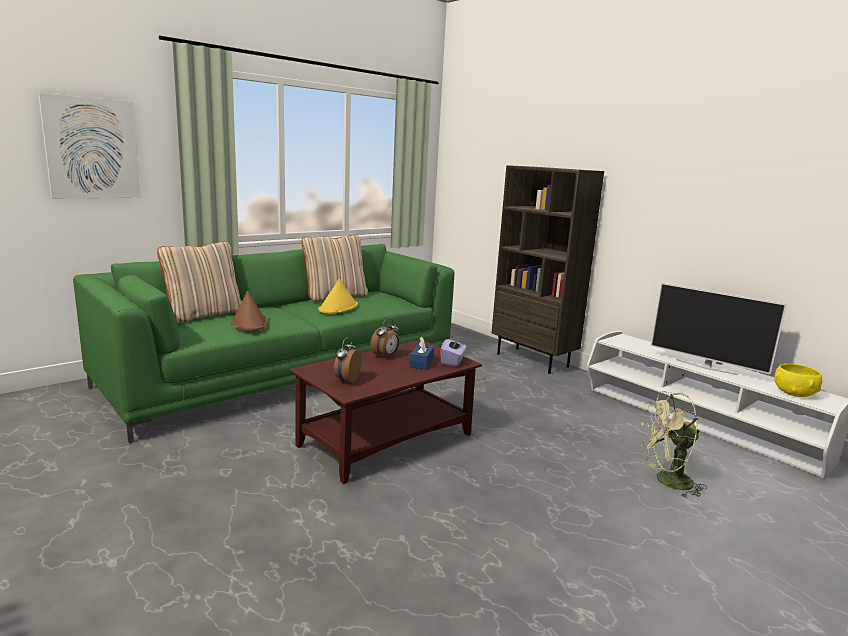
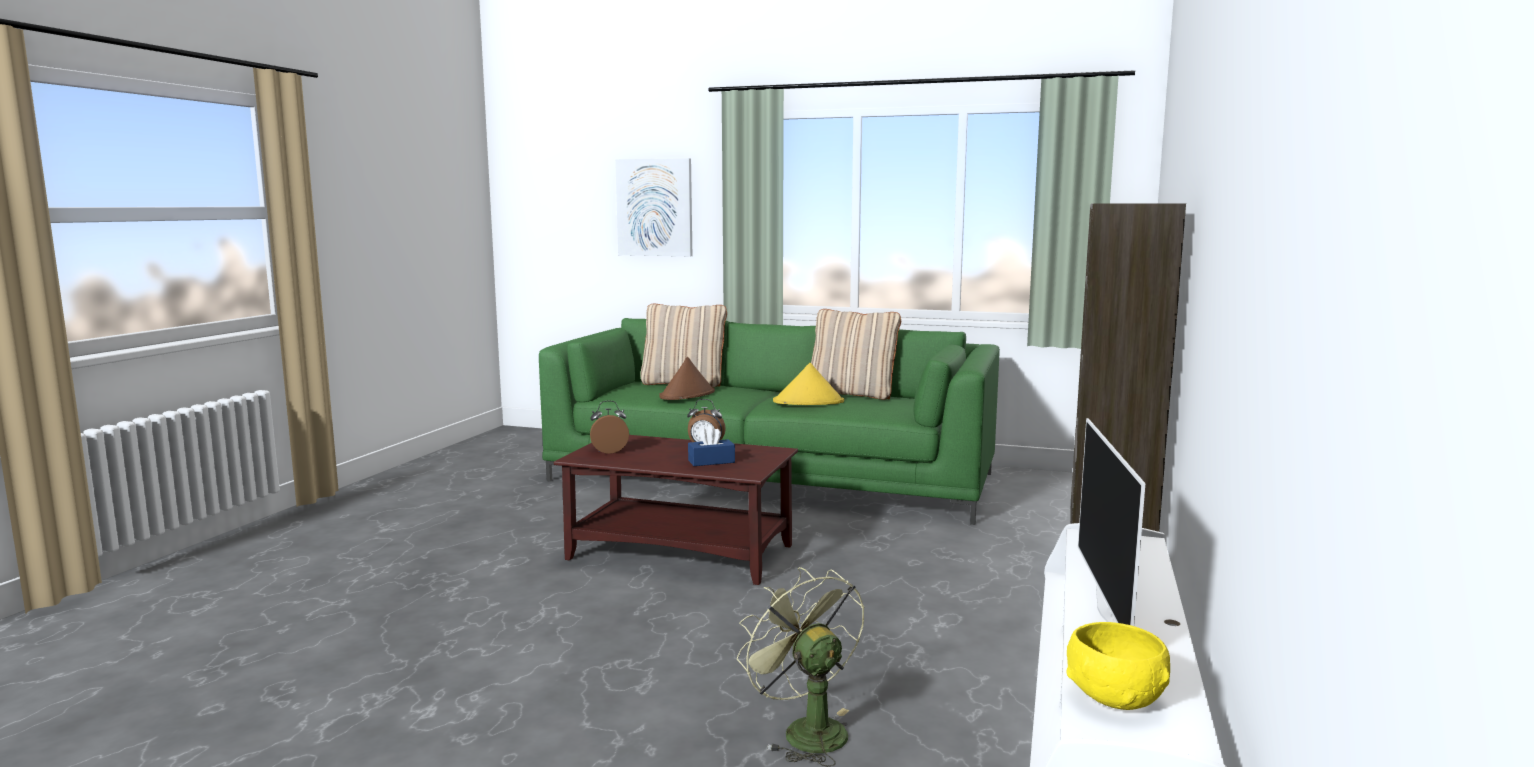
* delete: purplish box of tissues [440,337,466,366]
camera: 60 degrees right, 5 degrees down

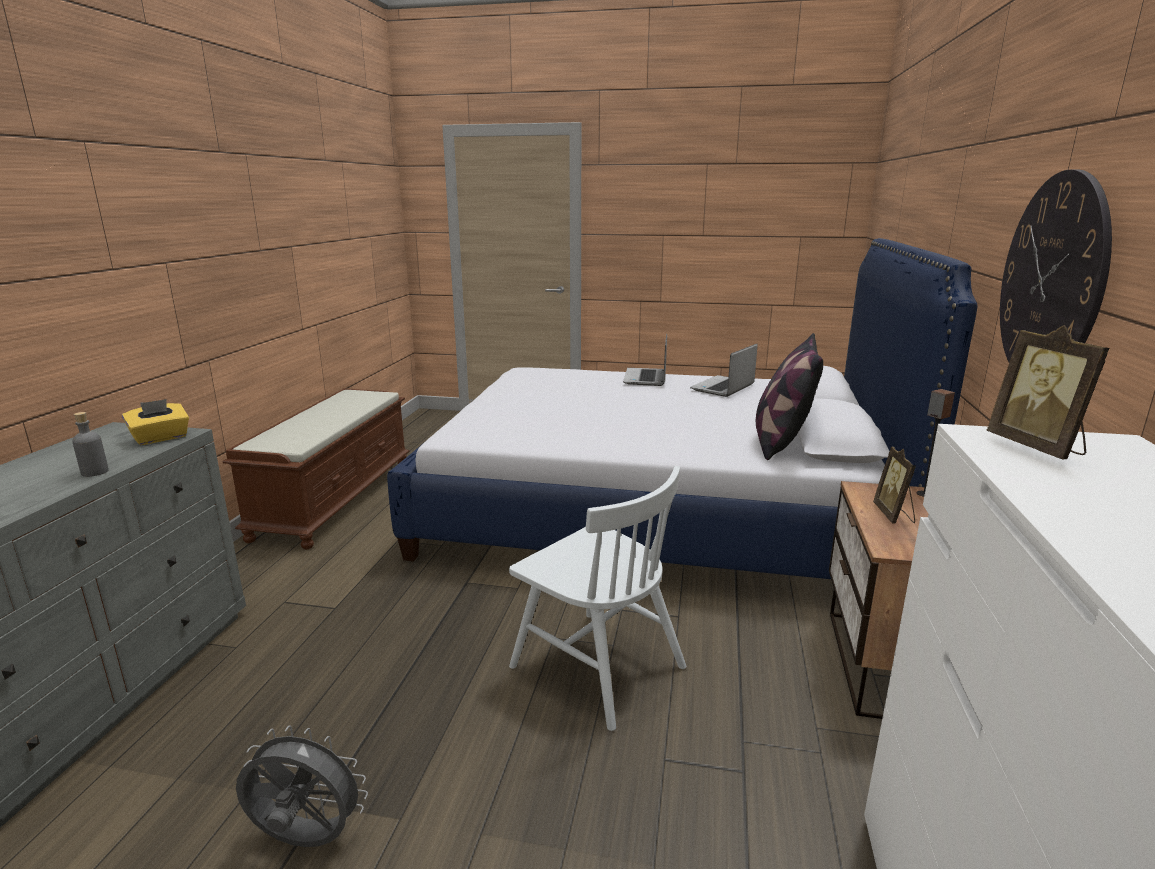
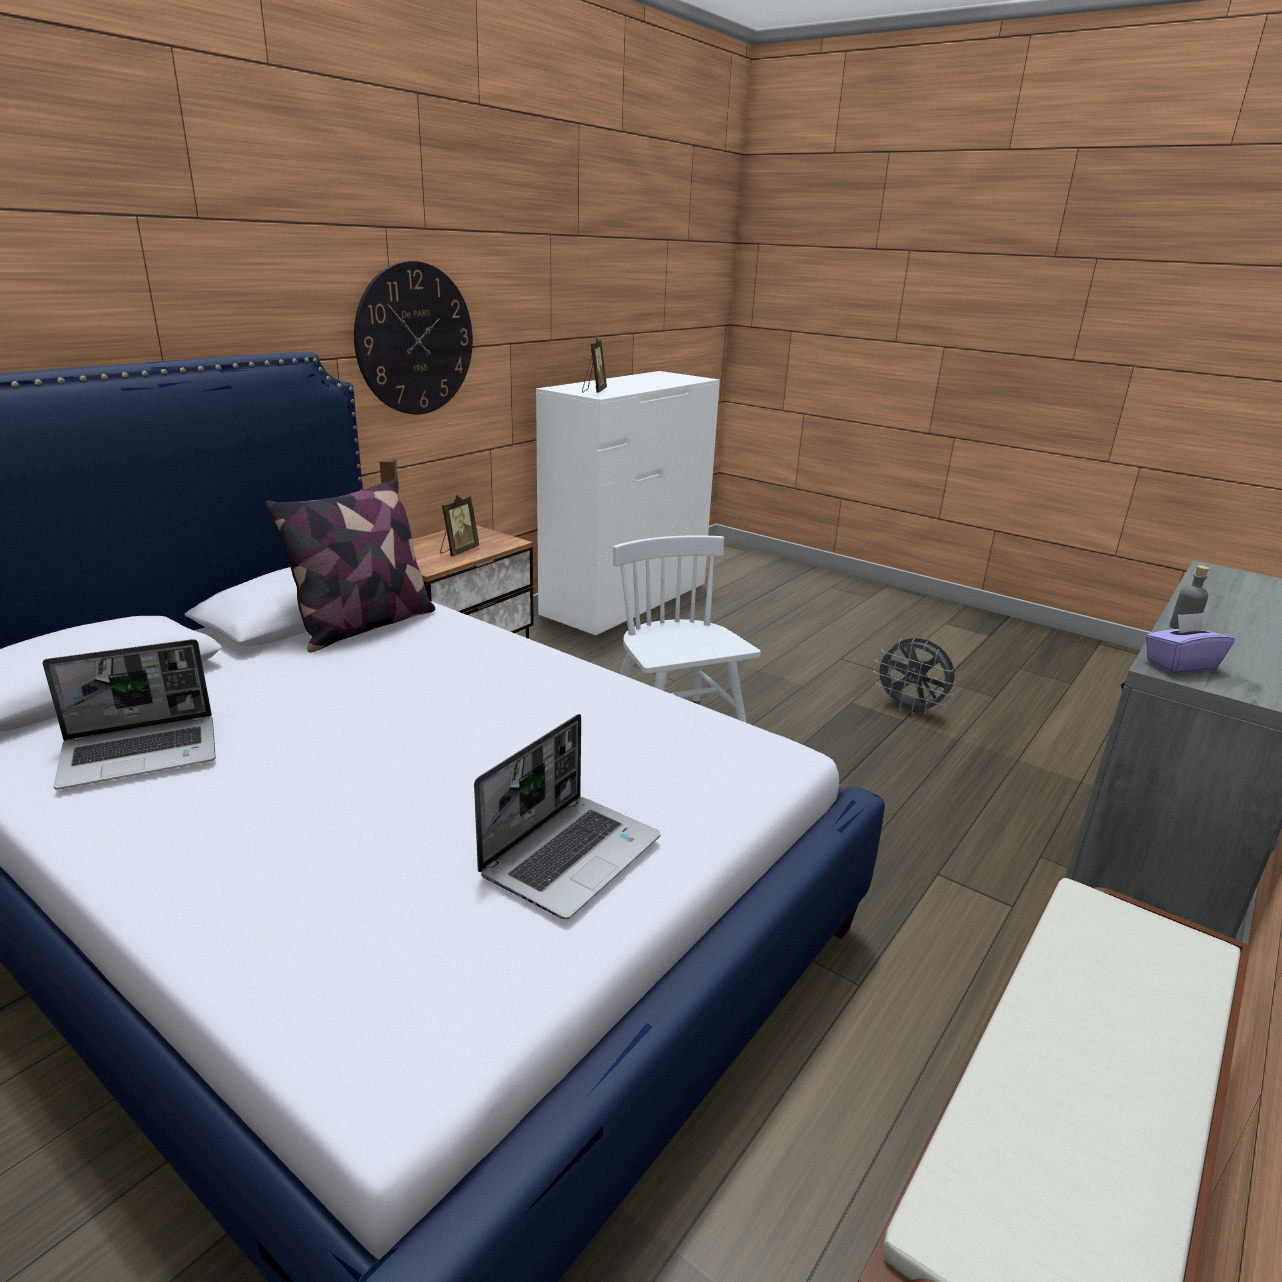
* move: laptop [623,333,667,386] to [474,714,661,919]
* recolor: yellow-coloured box of tissues [122,399,189,445] to purplish box of tissues [1145,613,1235,674]
camera: 155 degrees left, 5 degrees up

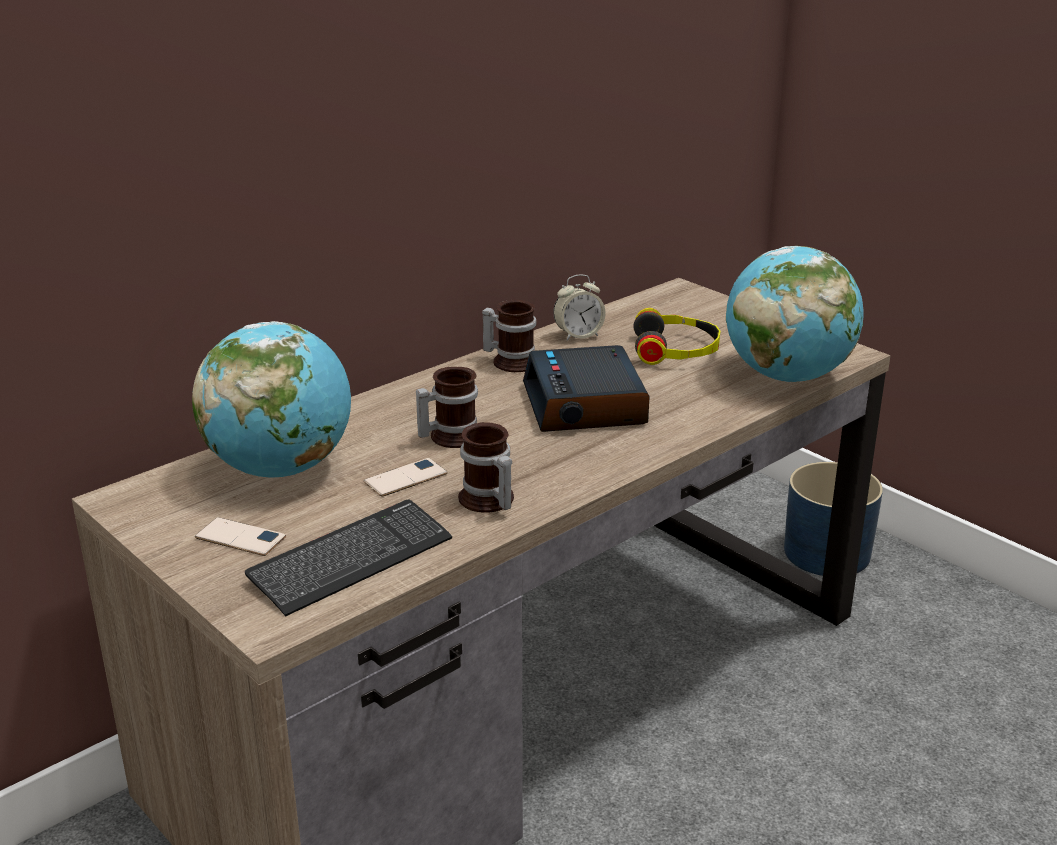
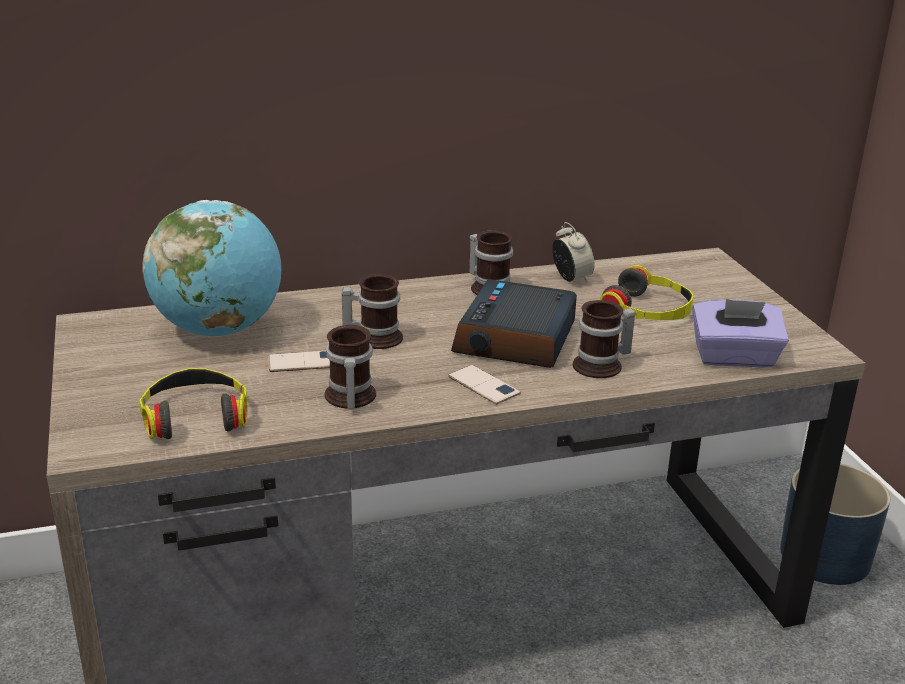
* replace: computer keyboard [245,499,452,616] to headphones [139,368,247,439]
* move: telephone [195,517,286,556] to [448,365,520,404]
* rotate: alarm clock [553,274,606,341] = [552,222,595,283] 120 degrees counterclockwise
* insert: tea mug [573,300,636,378]
* replace: world globe [726,246,864,382] to purplish box of tissues [692,299,789,368]
camera: 25 degrees right, 0 degrees up

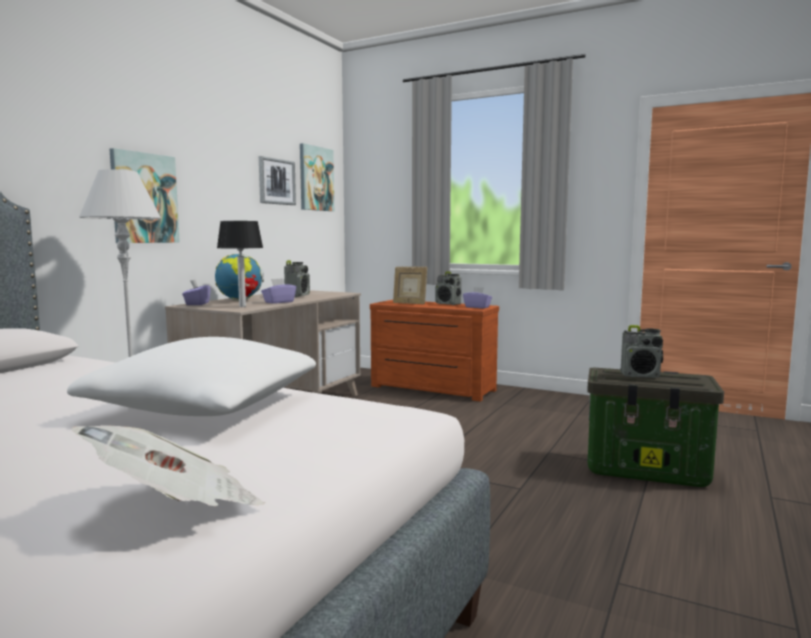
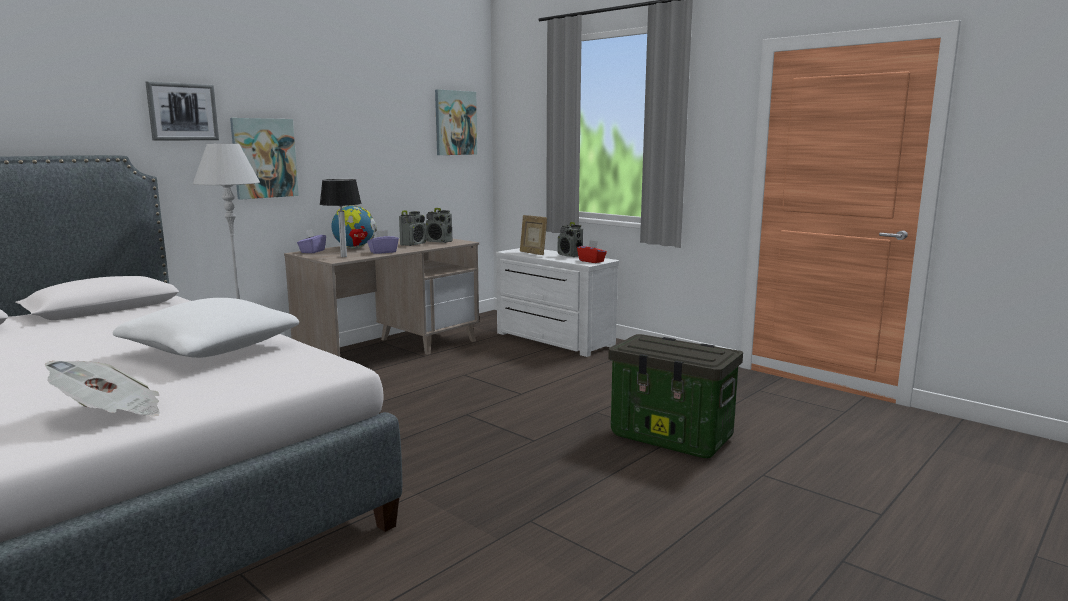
* move: wall art [259,156,296,205] to [146,81,219,140]
* move: radio [620,325,663,378] to [425,208,452,243]
* recolor: brownish dresser [370,300,499,401] to white-coloured dresser [496,248,619,357]
* recolor: purplish box of tissues [463,287,492,308] to red-coloured box of tissues [577,240,607,263]
camera: 15 degrees right, 5 degrees up

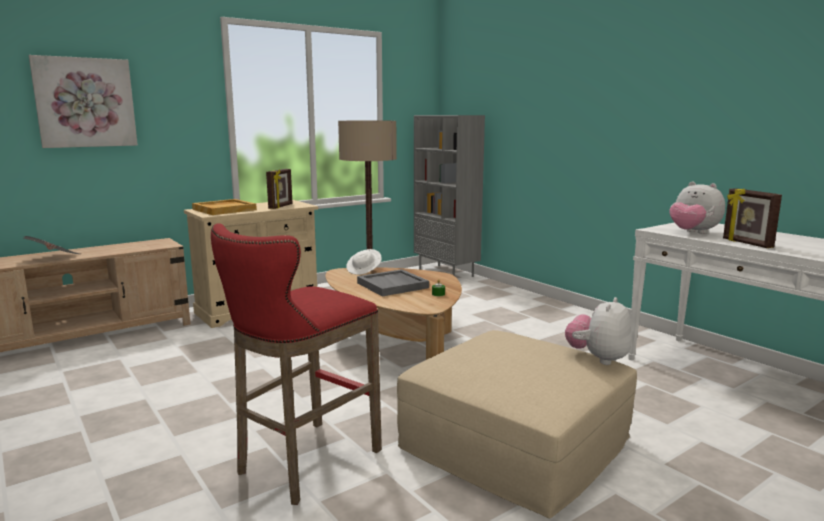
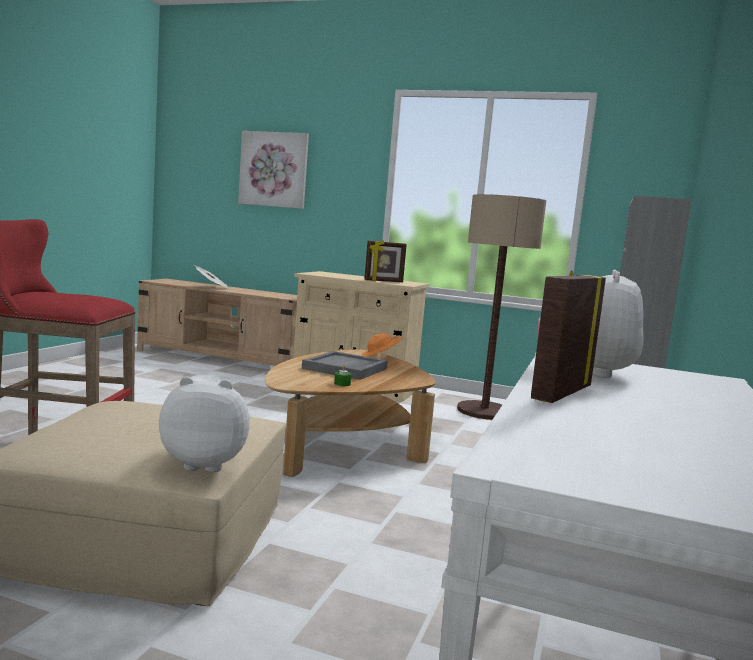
* recolor: white-coloured wearable hat [346,249,382,275] to orange-coloured wearable hat [362,334,401,357]
* delete: beige tray [192,199,257,215]
camera: 55 degrees right, 5 degrees down

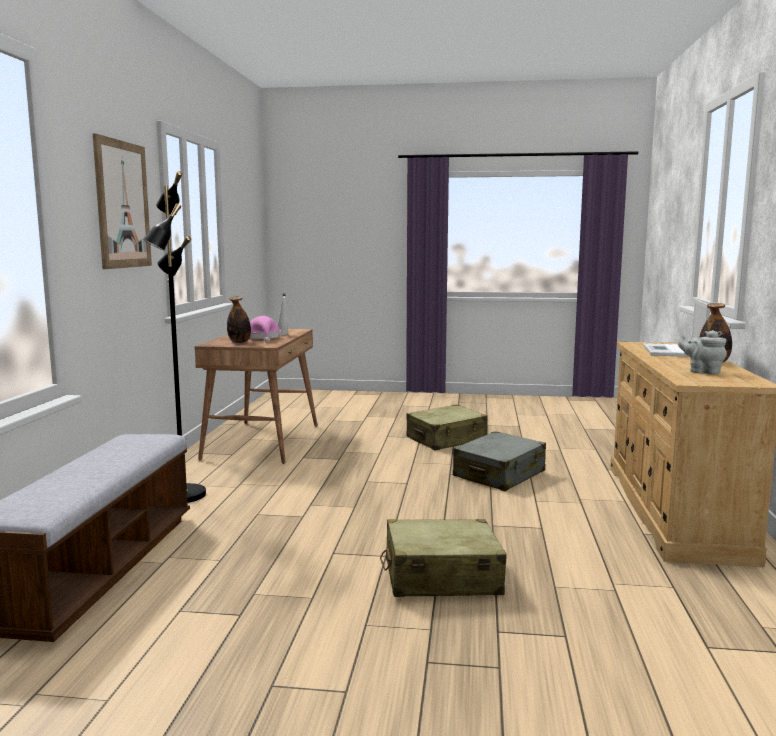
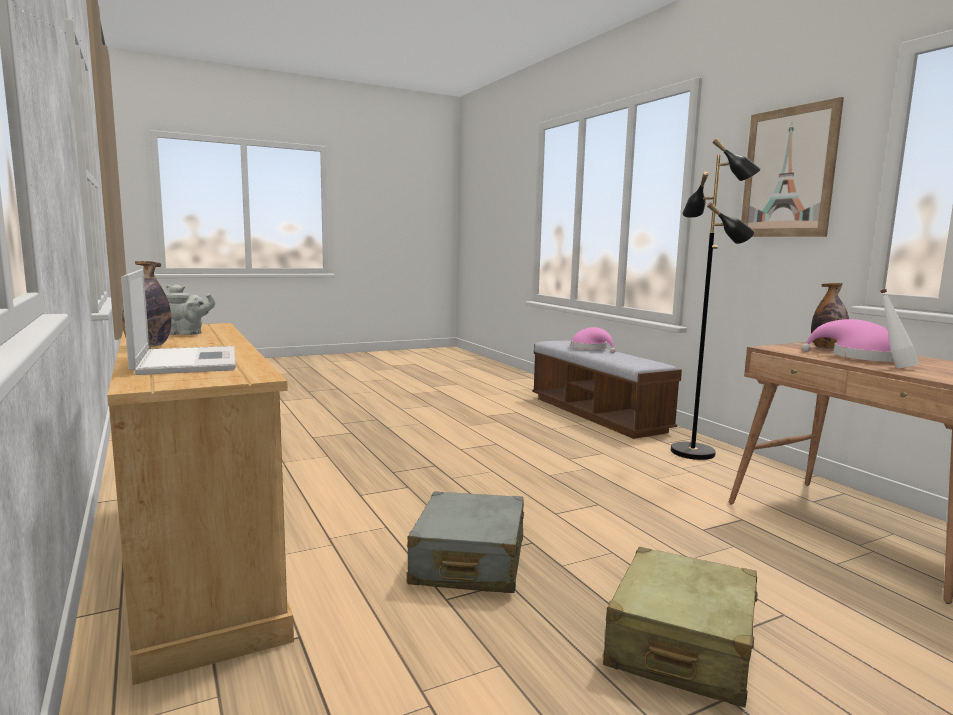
* insert: pink wearable hat [571,327,616,353]
* delete: beige travel case [380,519,507,597]
camera: 145 degrees right, 0 degrees up

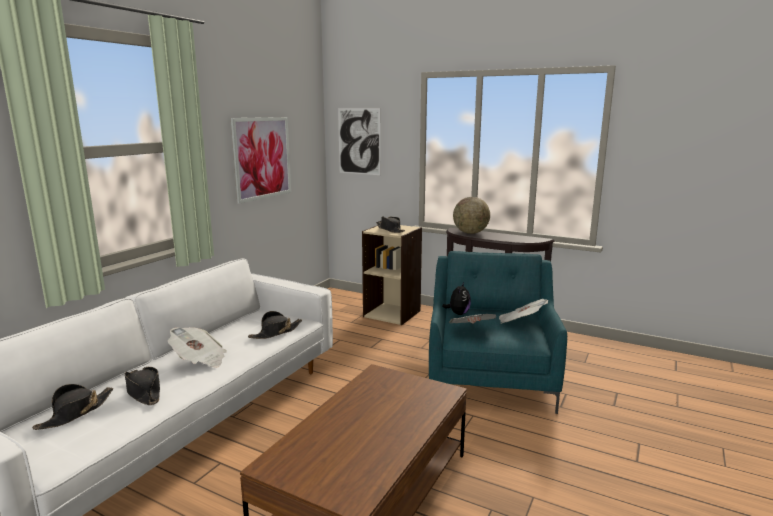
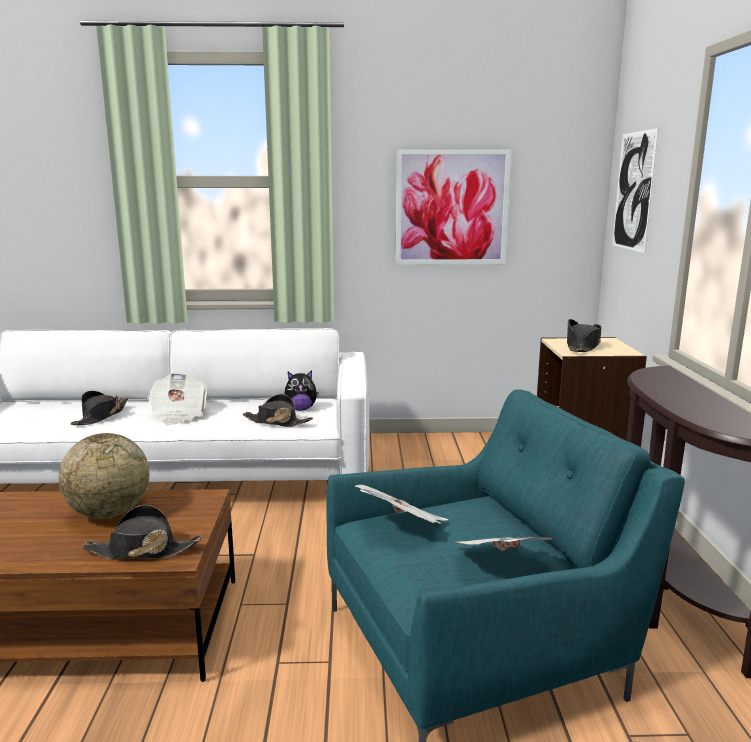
* move: world globe [453,197,490,234] to [59,433,149,519]
* move: black-coloured wearable hat [32,384,113,430] to [82,505,202,559]
* move: cuddly toy [442,282,471,315] to [285,371,319,410]
camera: 60 degrees right, 0 degrees up

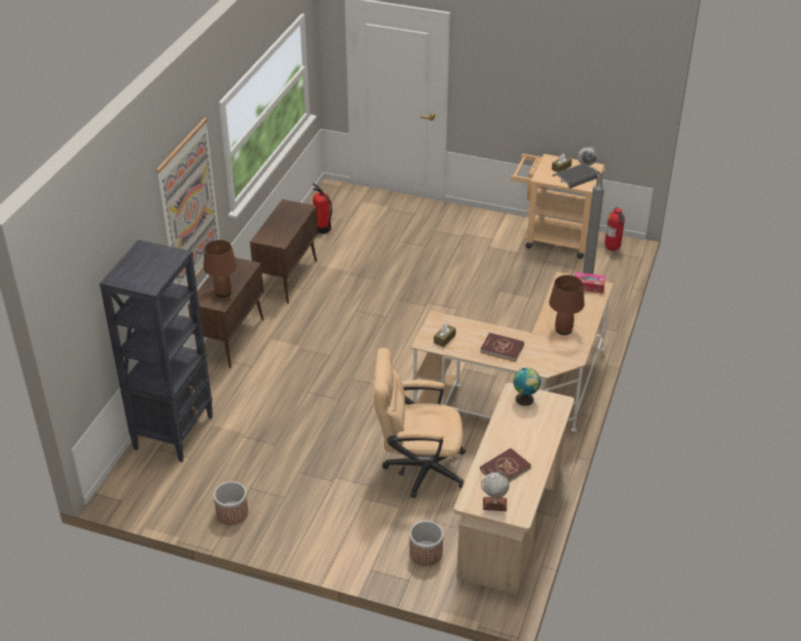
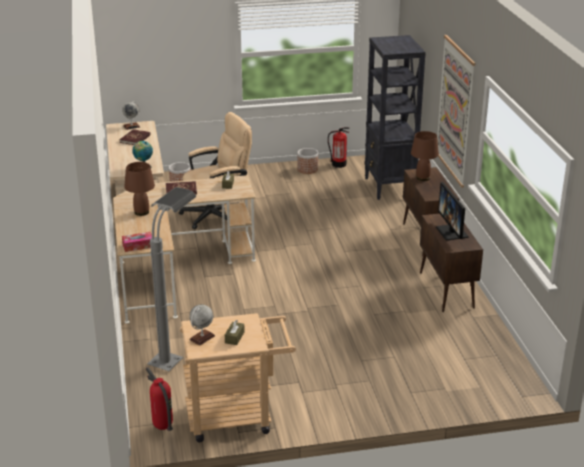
* move: fire-fighting cylinder [313,183,332,234] to [328,127,349,168]
* insert: monitor [436,182,469,240]
camera: 150 degrees right, 10 degrees down

